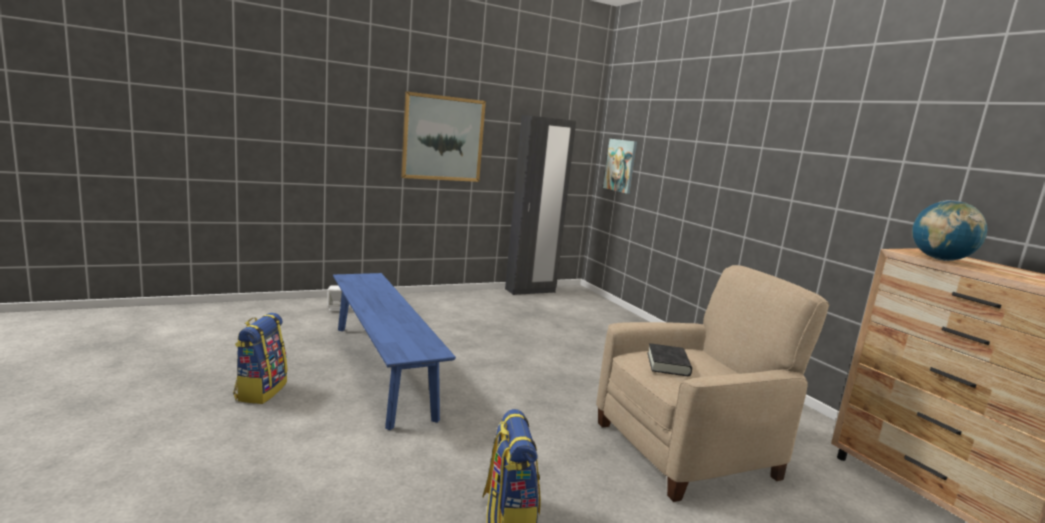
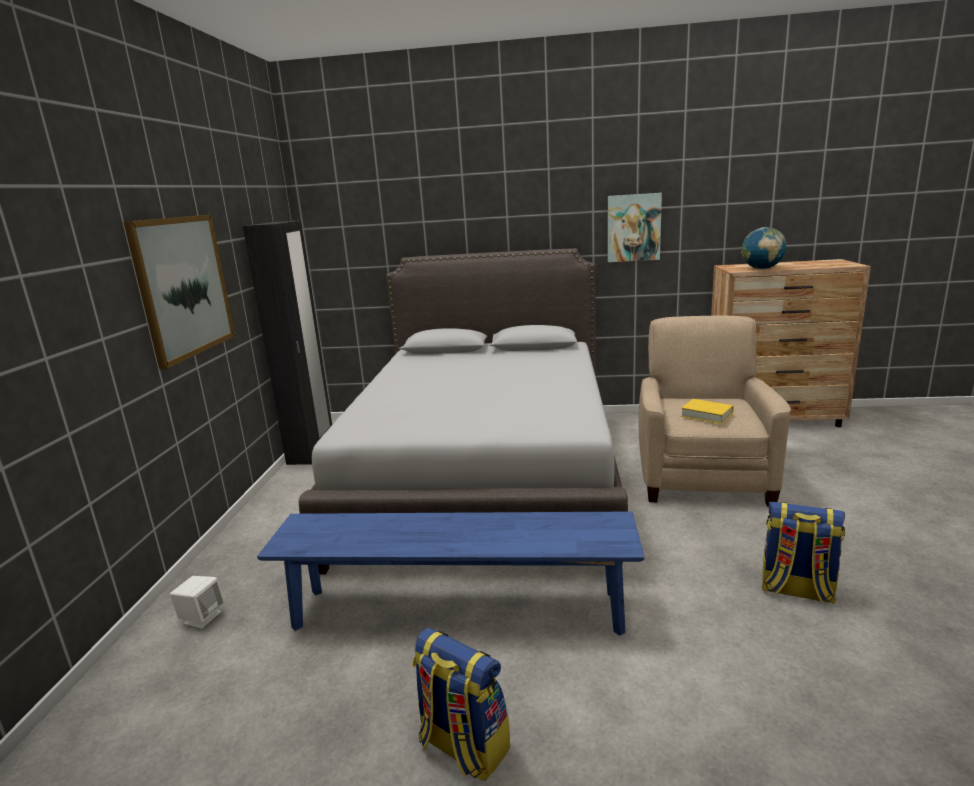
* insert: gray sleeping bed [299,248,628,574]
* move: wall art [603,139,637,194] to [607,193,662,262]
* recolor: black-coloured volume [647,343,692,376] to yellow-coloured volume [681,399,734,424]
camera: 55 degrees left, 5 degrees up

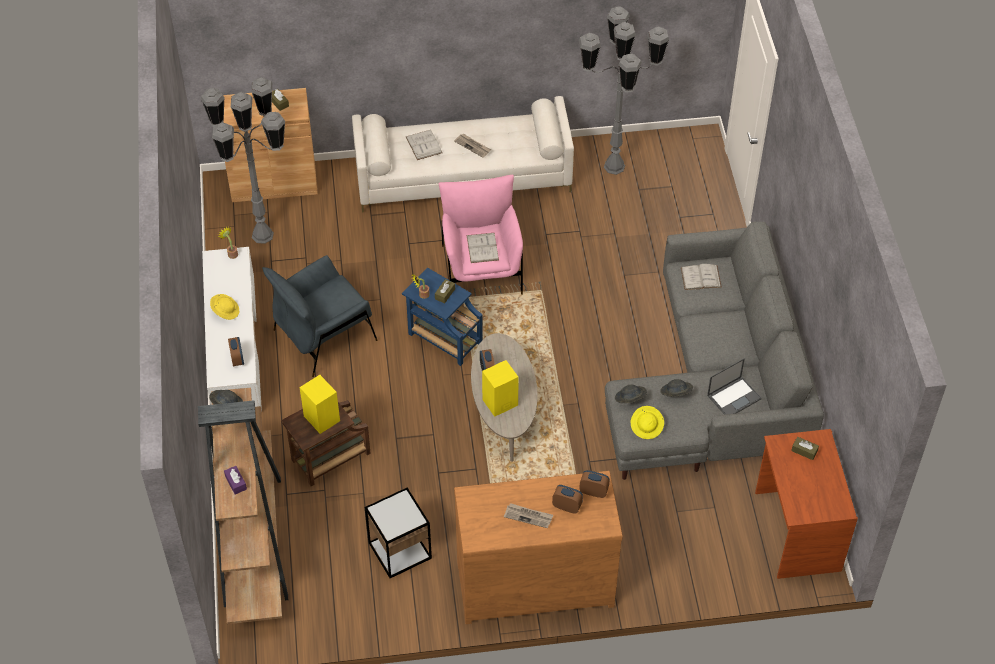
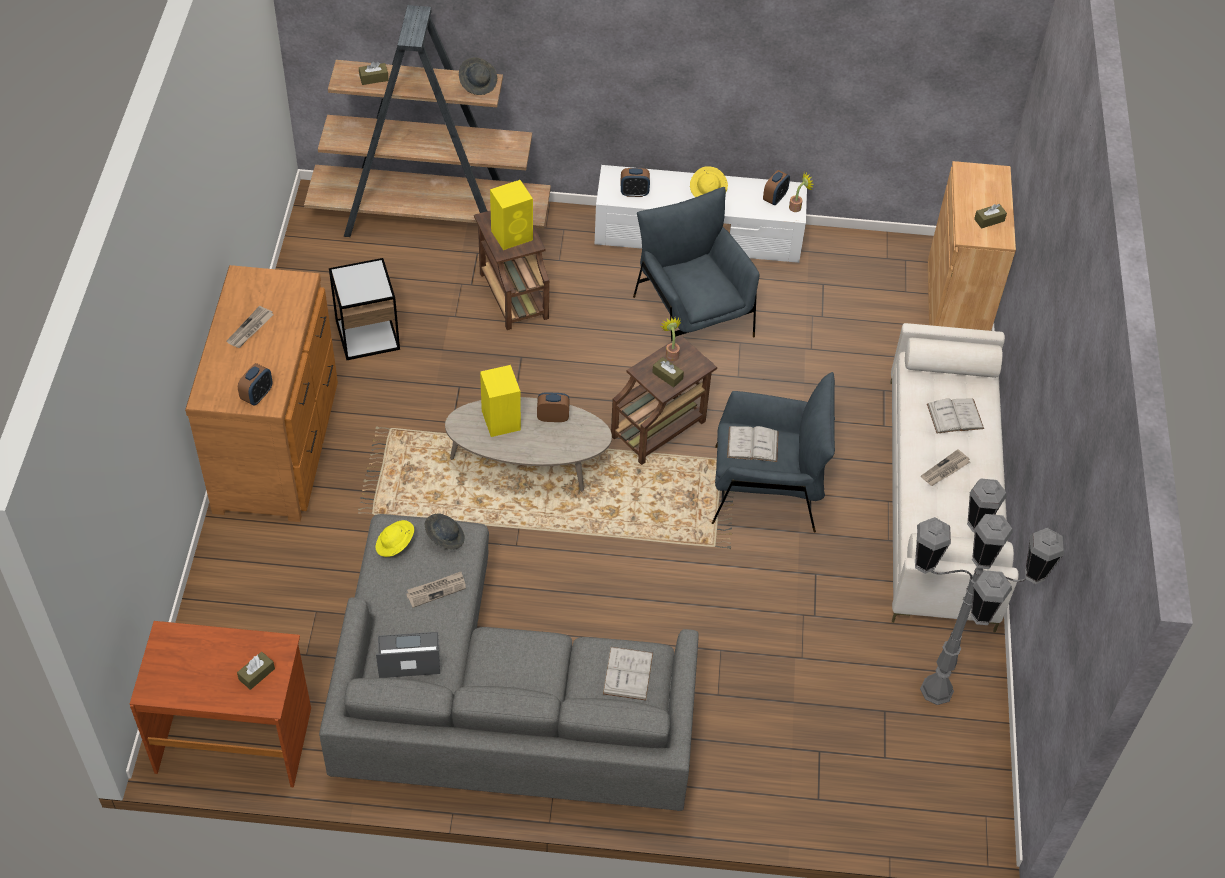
* recolor: purplish box of tissues [224,466,247,494] to brownish box of tissues [359,61,389,85]
* rotate: laptop [707,358,762,415] = [376,632,440,678] 105 degrees clockwise
* replace: gray wearable hat [660,379,693,397] to newspaper [406,572,466,608]
* recolor: bluish accent table [402,267,483,366] to brownish accent table [611,335,717,465]
* recolor: pink armchair [438,175,523,295] to gray armchair [712,372,835,532]
* move: alarm clock [552,485,583,514] to [763,170,790,205]
* delete: gray standard lamp [200,77,285,244]
camera: 100 degrees right, 0 degrees up

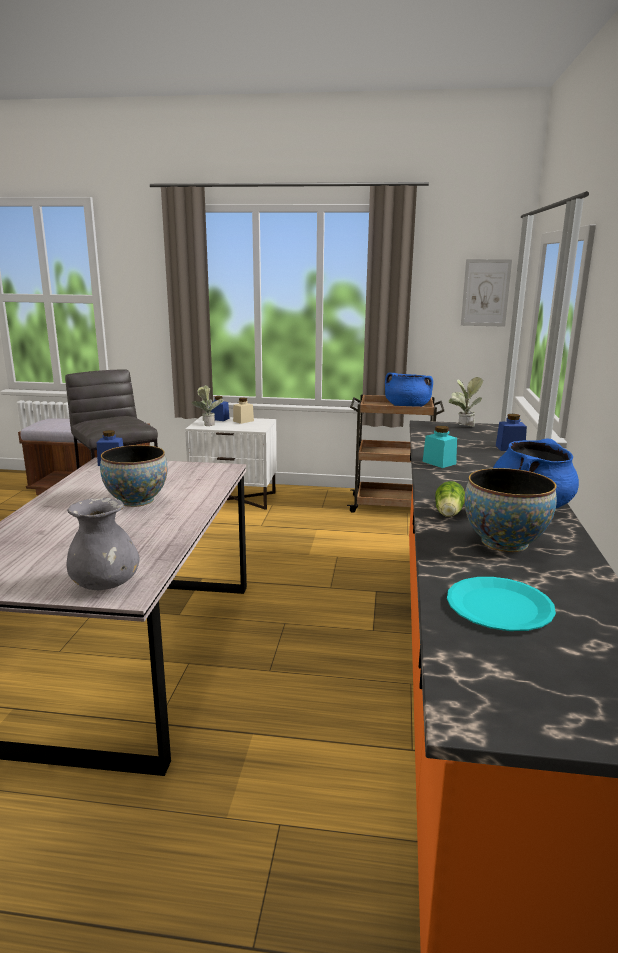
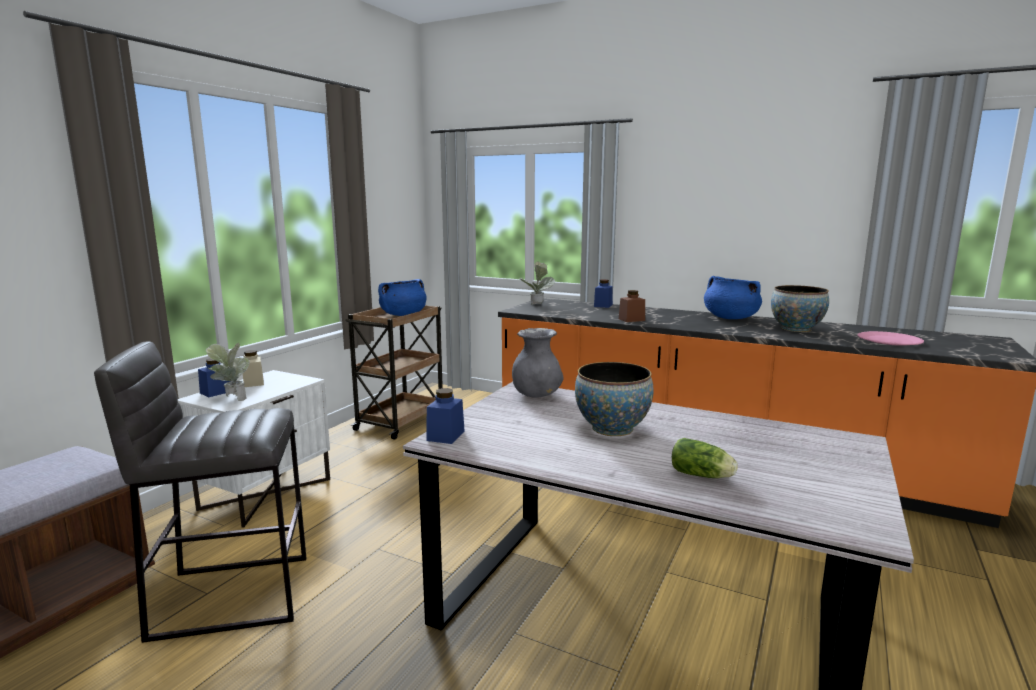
* move: gray flower vase [66,498,139,590] to [512,328,564,398]
* recolor: turquoise storage jar [422,426,457,468] to brownish storage jar [619,290,645,322]
* move: lettuce [435,481,465,517] to [672,438,738,478]
* recolor: turquoise plate [447,577,556,631] to pink plate [857,331,924,346]
* delete: wall art [461,259,512,327]
camera: 70 degrees left, 5 degrees down

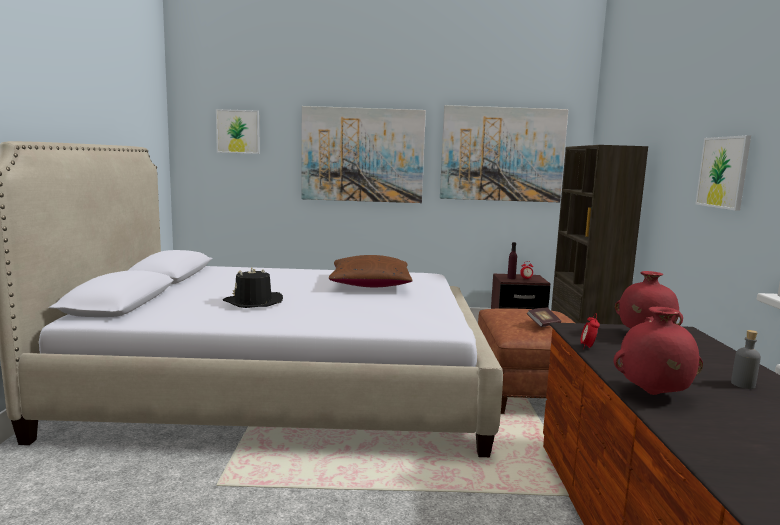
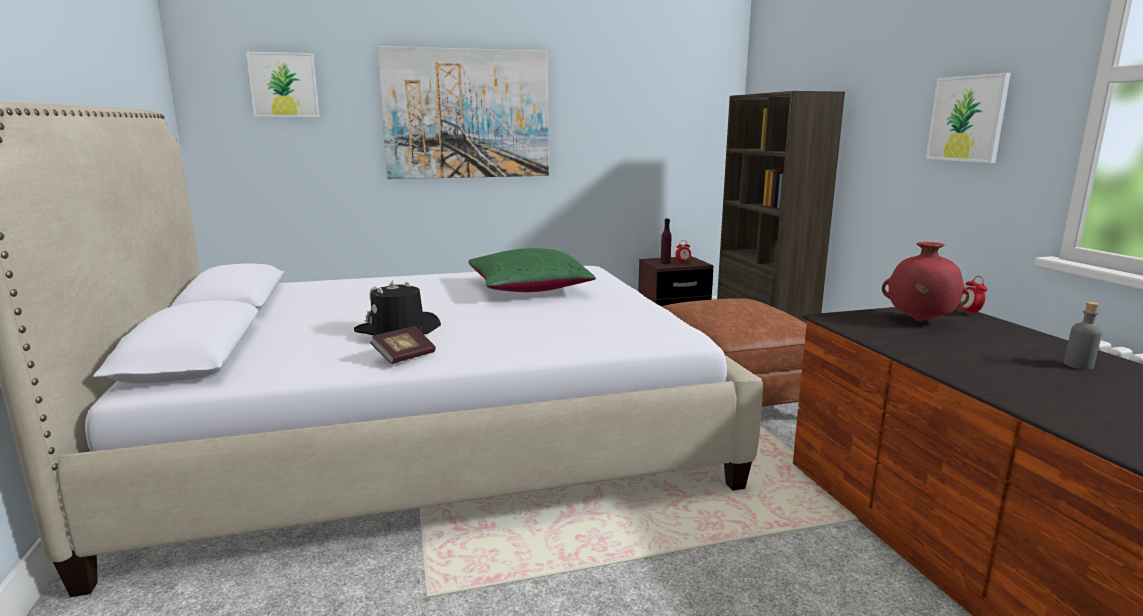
* move: volume [527,307,561,327] to [370,326,436,364]
* recolor: brownish throw pillow [329,255,412,287] to green throw pillow [468,248,596,292]
* move: alarm clock [580,313,600,349] to [957,276,987,316]
* delete: wall art [440,105,568,202]
* delete: red-coloured flower vase [613,307,703,395]
camera: 15 degrees left, 5 degrees up

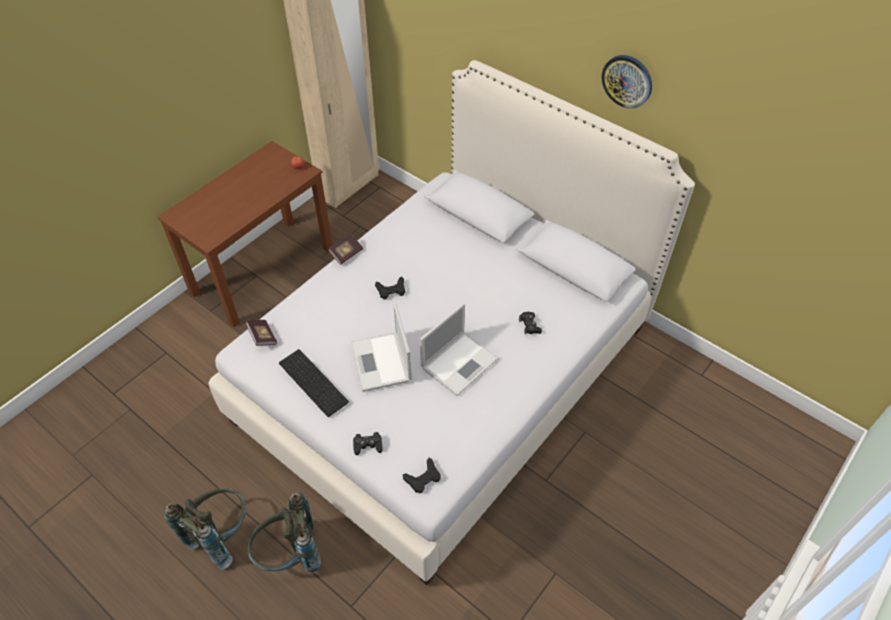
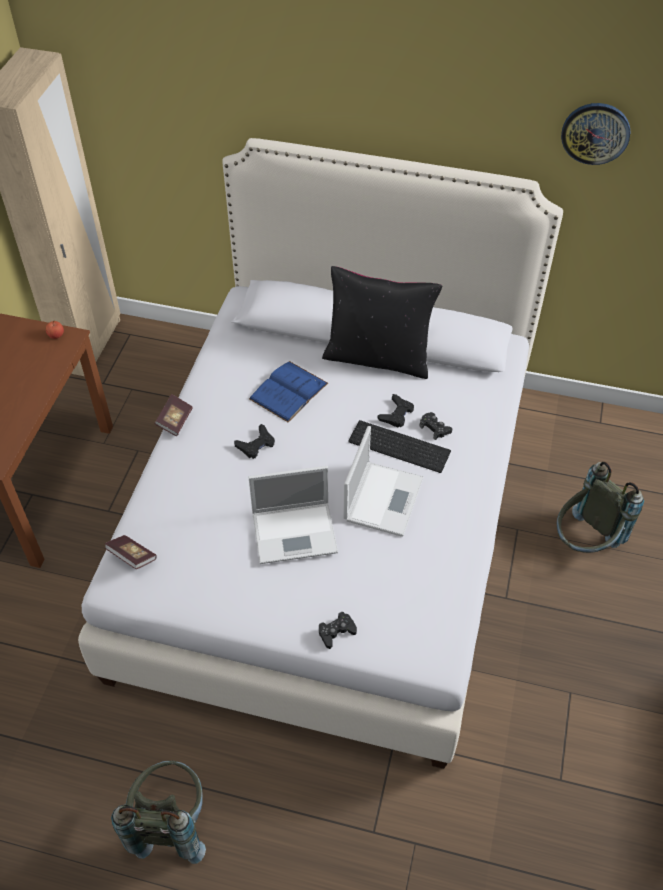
* rotate: laptop [351,303,412,392] = [248,466,338,564] 60 degrees counterclockwise
* insert: bluish volume [249,361,328,422]
* insert: black-coloured throw pillow [322,266,442,379]
* move: computer keyboard [279,349,349,417] to [348,420,451,473]
* move: black-coloured joypad [403,458,441,493] to [378,394,414,427]
* move: gray rucksack [247,493,321,572] to [557,462,644,553]
* move: wall clock [601,55,652,108] to [561,103,630,165]
camera: 25 degrees left, 0 degrees up

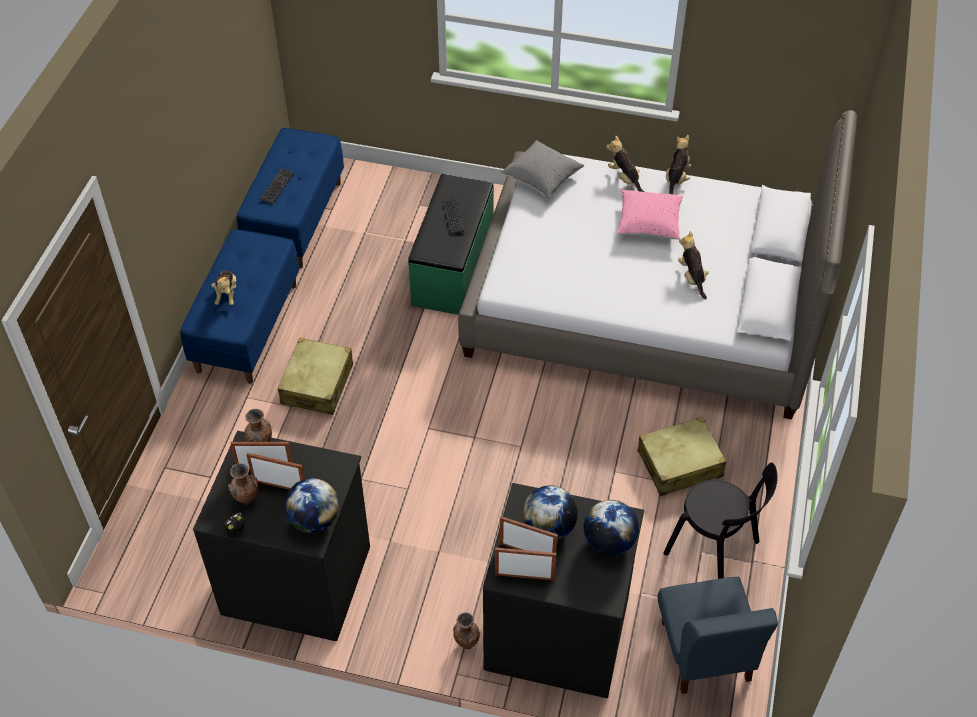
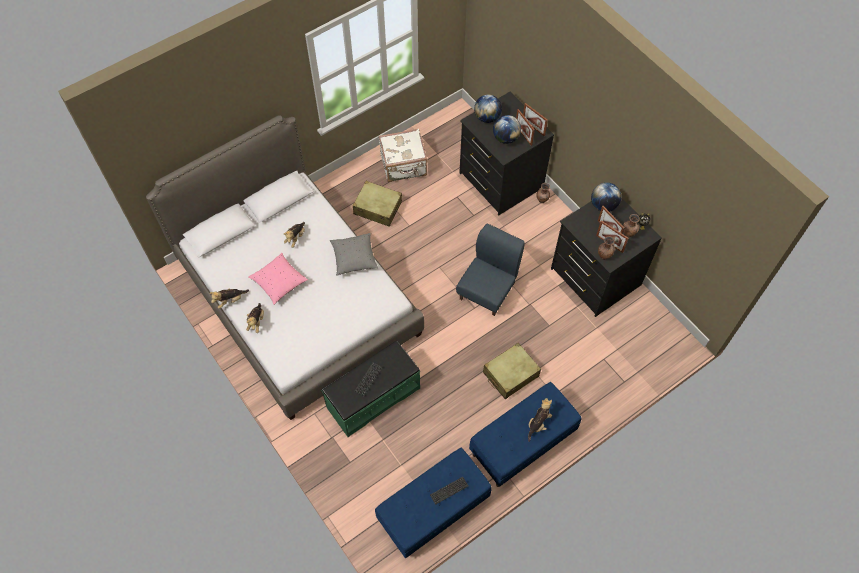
* move: gray throw pillow [501,140,584,198] to [330,233,378,276]
* replace: black-coloured chair [664,463,778,579] to white-coloured travel case [379,129,427,182]
* move: bluish chair [657,577,778,694] to [456,224,525,316]
camera: 140 degrees left, 10 degrees up

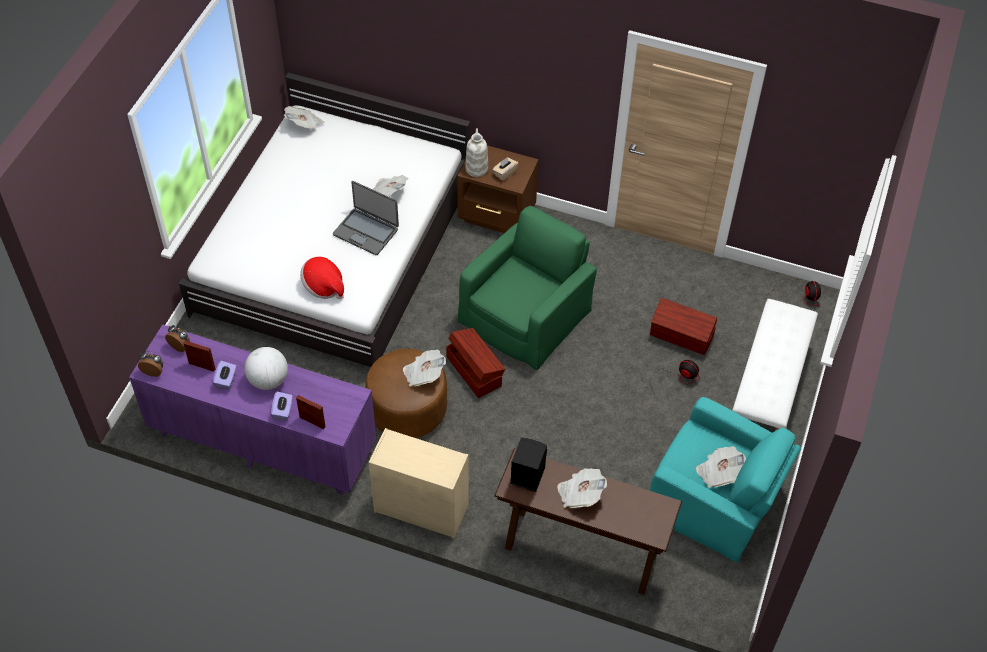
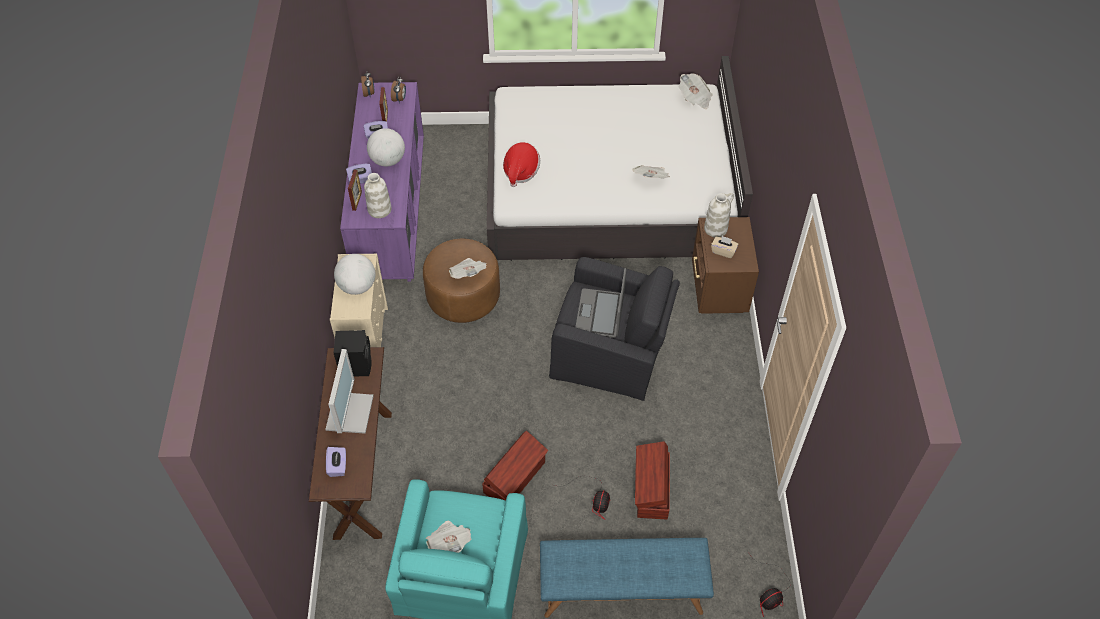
* replace: newspaper [557,468,607,508] to monitor [325,349,374,434]
* insert: purplish box of tissues [326,447,346,477]
* insert: world globe [334,254,376,295]
* insert: white-coloured flower vase [364,173,392,218]
* move: brownish storage bin [446,328,505,398] to [482,431,548,501]
* recolor: white-coloured indoor bench [732,299,818,431] to bluish indoor bench [540,538,714,618]
* recolor: green armchair [458,206,597,370] to black-coloured armchair [549,257,680,401]
* move: laptop [333,181,399,255] to [576,268,626,338]
camera: 70 degrees right, 0 degrees up

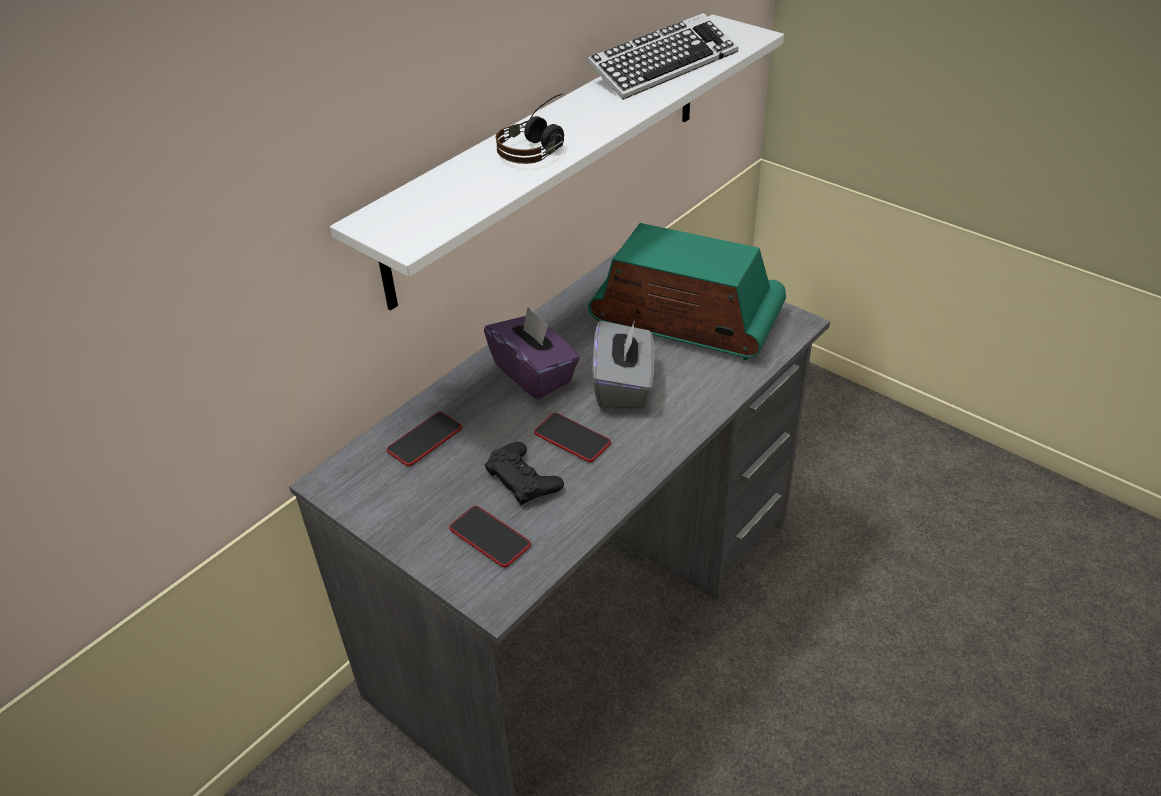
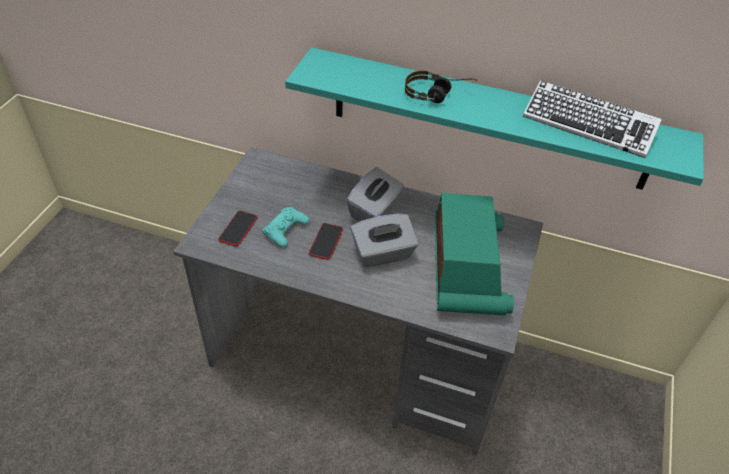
* recolor: black-coloured joypad [484,442,564,505] to turquoise joypad [262,207,309,247]
* recolor: white-coloured bracket shelf [330,14,784,310] to turquoise bracket shelf [285,47,704,190]
* recolor: purplish box of tissues [484,307,580,399] to gray box of tissues [347,167,404,221]
* delete: telephone [386,412,462,466]
camera: 65 degrees right, 5 degrees up

